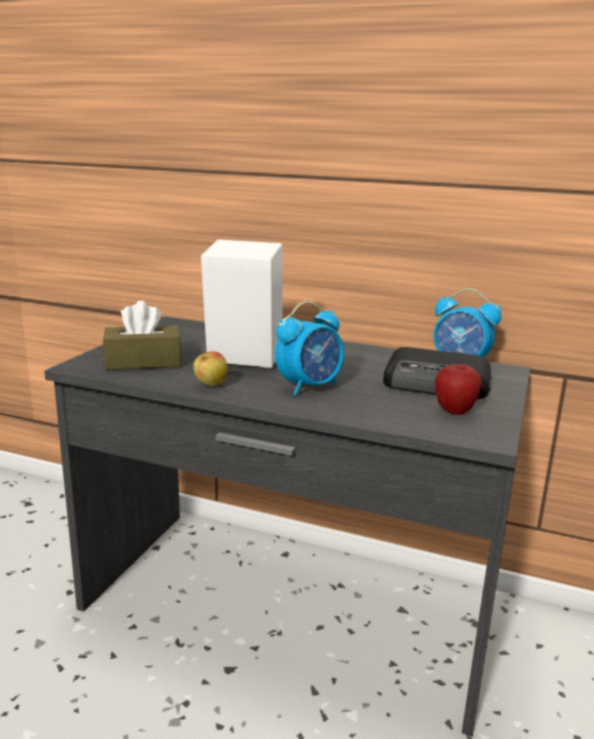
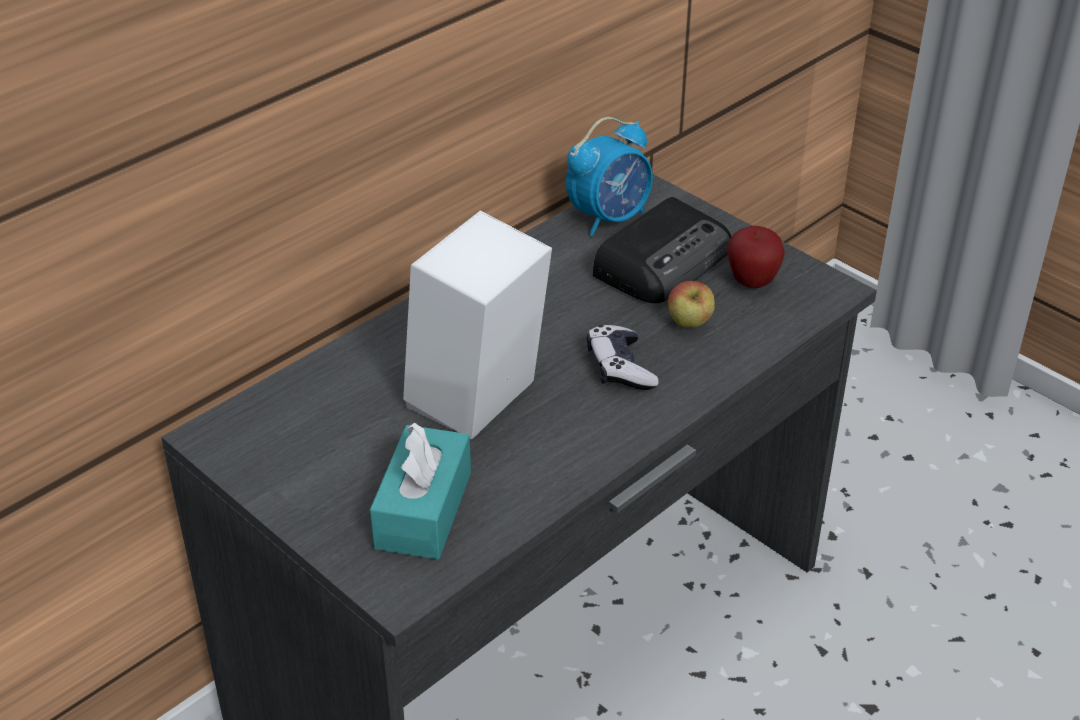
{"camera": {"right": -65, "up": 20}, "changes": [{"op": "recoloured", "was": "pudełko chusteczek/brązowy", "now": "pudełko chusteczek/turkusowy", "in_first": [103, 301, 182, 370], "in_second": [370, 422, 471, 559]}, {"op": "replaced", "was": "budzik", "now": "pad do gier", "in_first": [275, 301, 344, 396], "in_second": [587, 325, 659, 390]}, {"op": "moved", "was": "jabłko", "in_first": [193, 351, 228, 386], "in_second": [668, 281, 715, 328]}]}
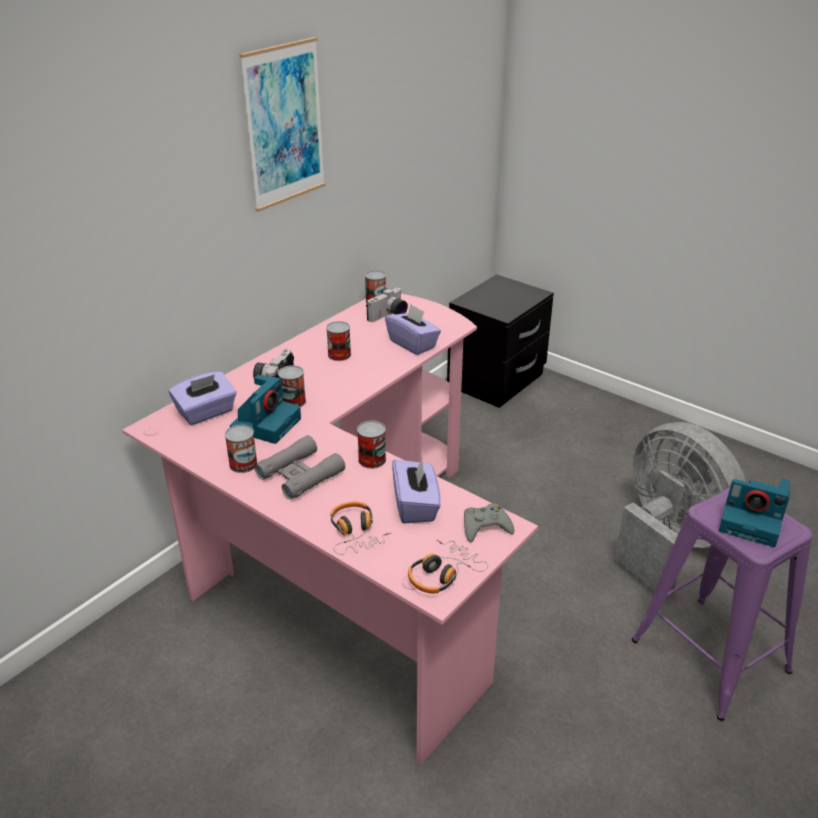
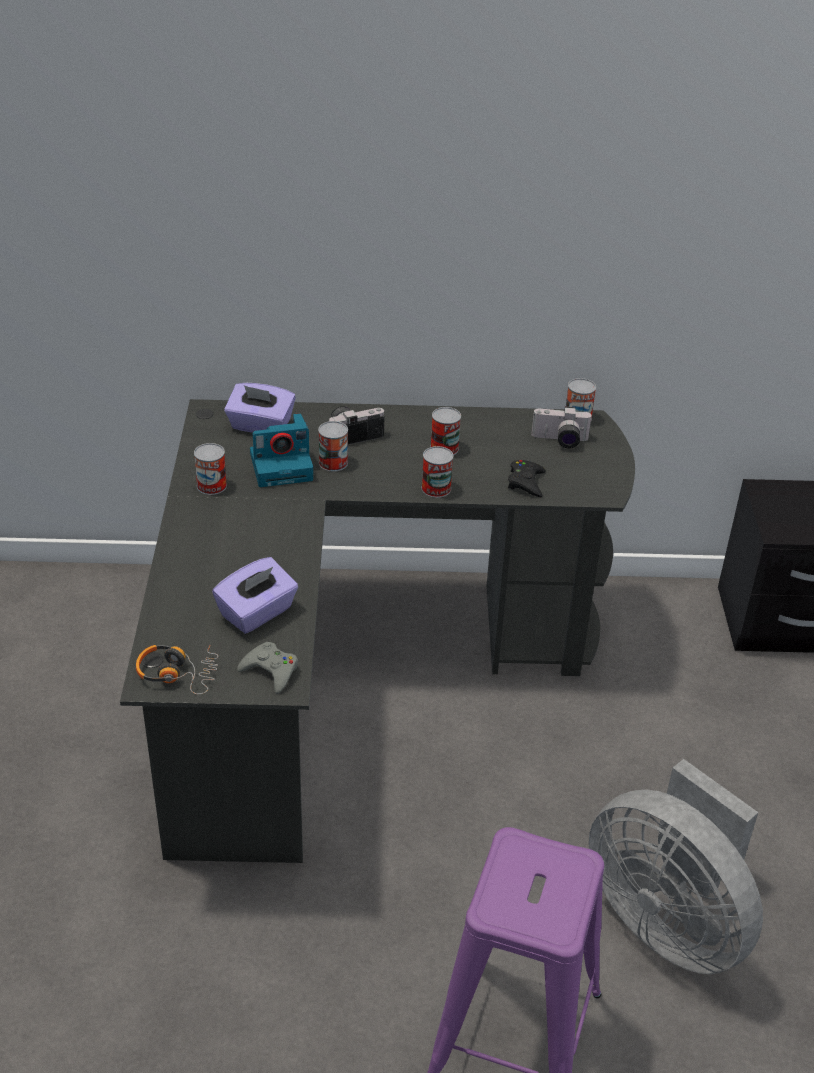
{"camera": {"right": 50, "up": 5}, "changes": [{"op": "removed", "was": "obraz", "in_first": [240, 37, 325, 212]}, {"op": "recoloured", "was": "biurko/różowy", "now": "biurko/czarny", "in_first": [122, 294, 538, 765], "in_second": [120, 399, 635, 863]}, {"op": "replaced", "was": "pudełko chusteczek/fioletowy", "now": "pad do gier/czarny", "in_first": [385, 304, 441, 355], "in_second": [508, 460, 546, 497]}, {"op": "moved", "was": "puszka", "in_first": [357, 421, 386, 469], "in_second": [422, 446, 453, 498]}, {"op": "turned", "was": "wentylator/szary", "in_first": [615, 422, 746, 598], "in_second": [589, 759, 763, 974], "clockwise": 120}, {"op": "removed", "was": "lornetka/szary", "in_first": [254, 435, 345, 500]}, {"op": "removed", "was": "aparat fotograficzny", "in_first": [719, 479, 790, 547]}, {"op": "removed", "was": "słuchawki", "in_first": [330, 502, 392, 555]}]}
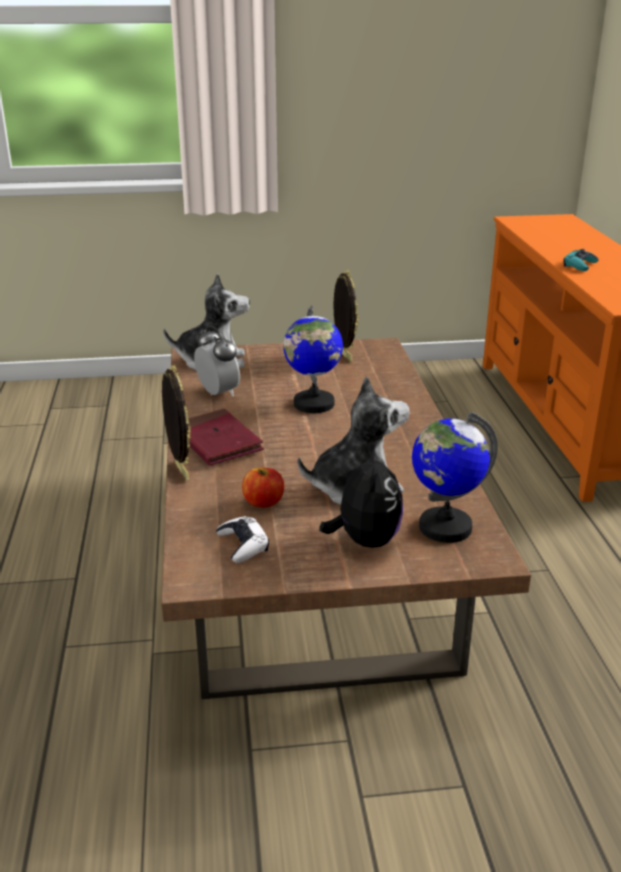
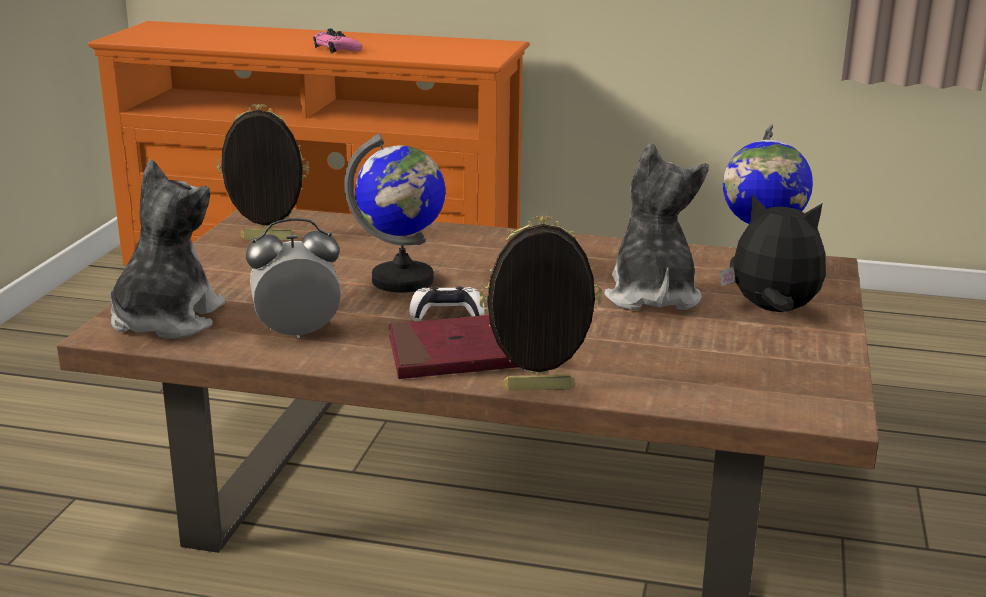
{"camera": {"right": -70, "up": -5}, "changes": [{"op": "recoloured", "was": "pad do gier/turkusowy", "now": "pad do gier/różowy", "in_first": [564, 249, 599, 271], "in_second": [313, 28, 362, 53]}, {"op": "removed", "was": "jabłko", "in_first": [242, 468, 284, 508]}, {"op": "moved", "was": "pad do gier/biały", "in_first": [216, 516, 269, 563], "in_second": [409, 286, 485, 321]}]}
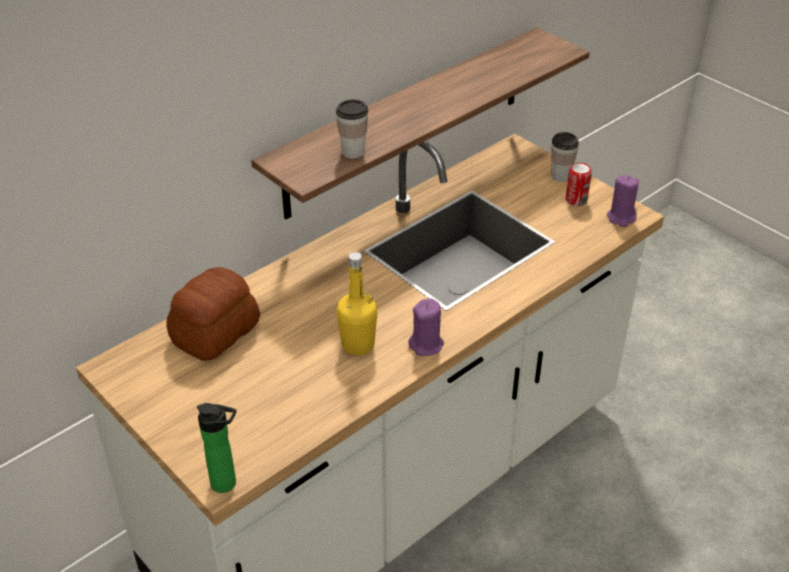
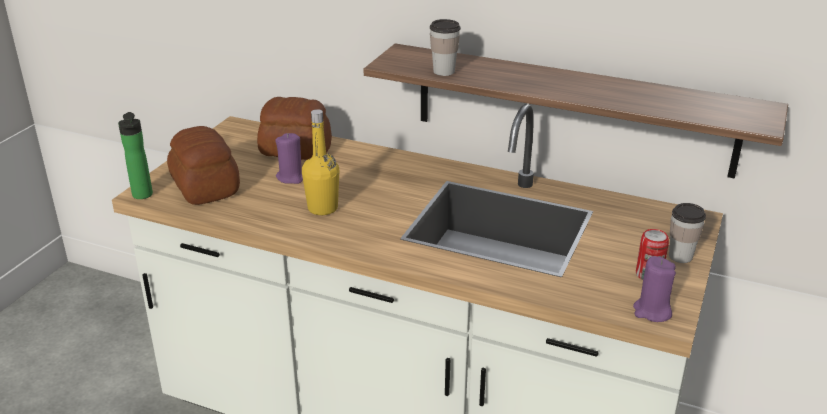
{"camera": {"right": 65, "up": -10}, "changes": [{"op": "moved", "was": "świeca/fioletowy", "in_first": [408, 298, 444, 356], "in_second": [275, 133, 303, 184]}, {"op": "added", "now": "chleb", "in_second": [167, 126, 240, 205]}]}
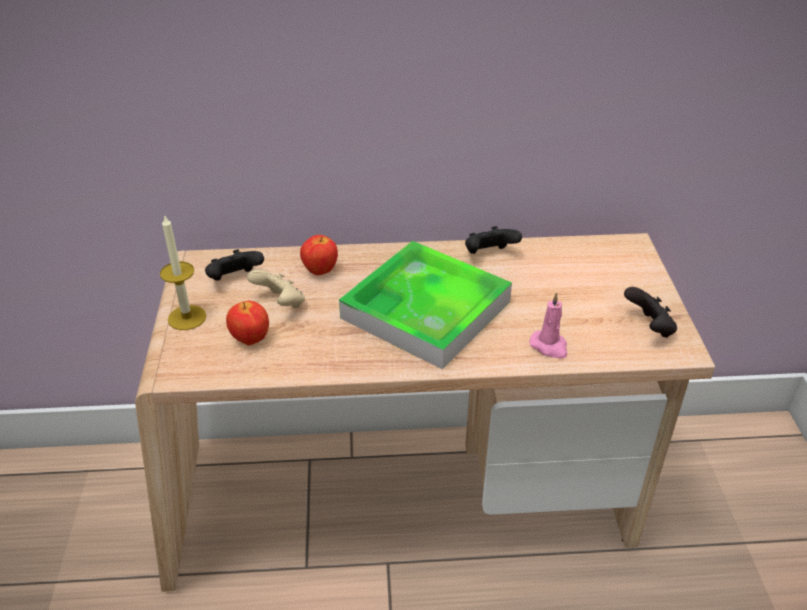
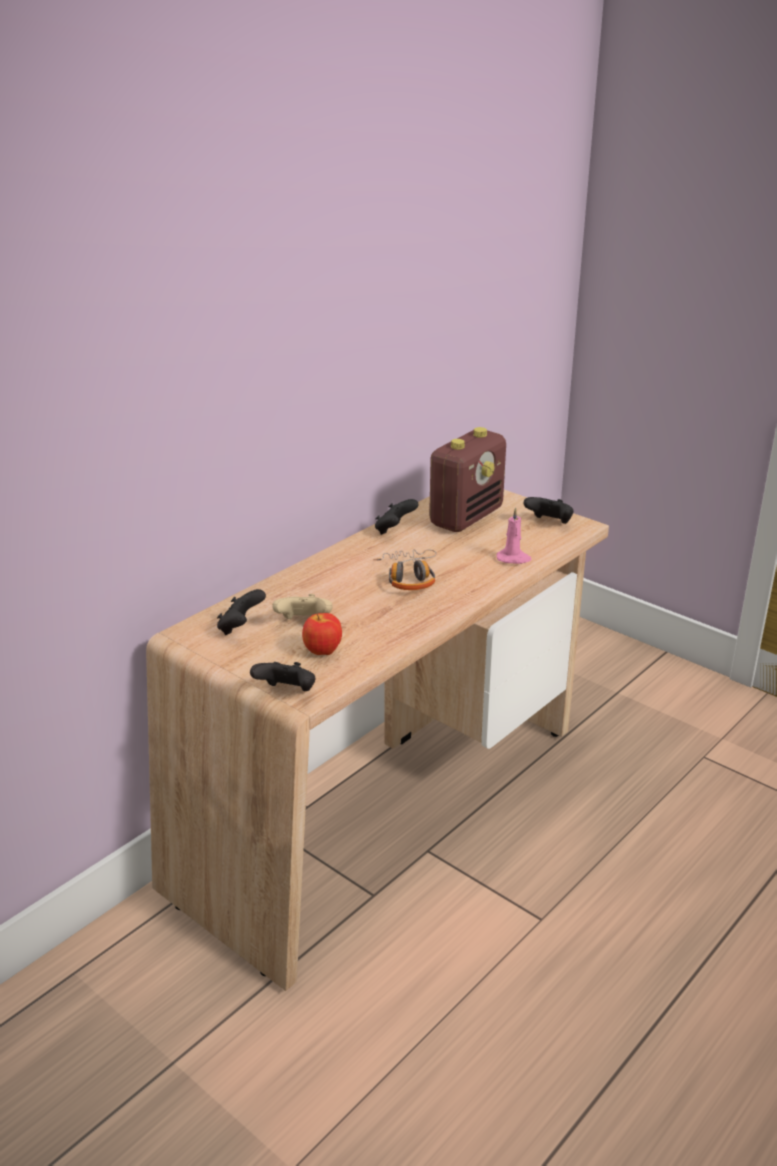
{"camera": {"right": -45, "up": -10}, "changes": [{"op": "removed", "was": "świeca", "in_first": [160, 214, 206, 330]}, {"op": "removed", "was": "jabłko", "in_first": [300, 235, 338, 275]}, {"op": "replaced", "was": "taca", "now": "słuchawki", "in_first": [339, 241, 512, 369], "in_second": [373, 549, 437, 590]}, {"op": "added", "now": "radio", "in_second": [429, 427, 506, 532]}, {"op": "added", "now": "pad do gier/czarny", "in_second": [250, 662, 315, 692]}]}
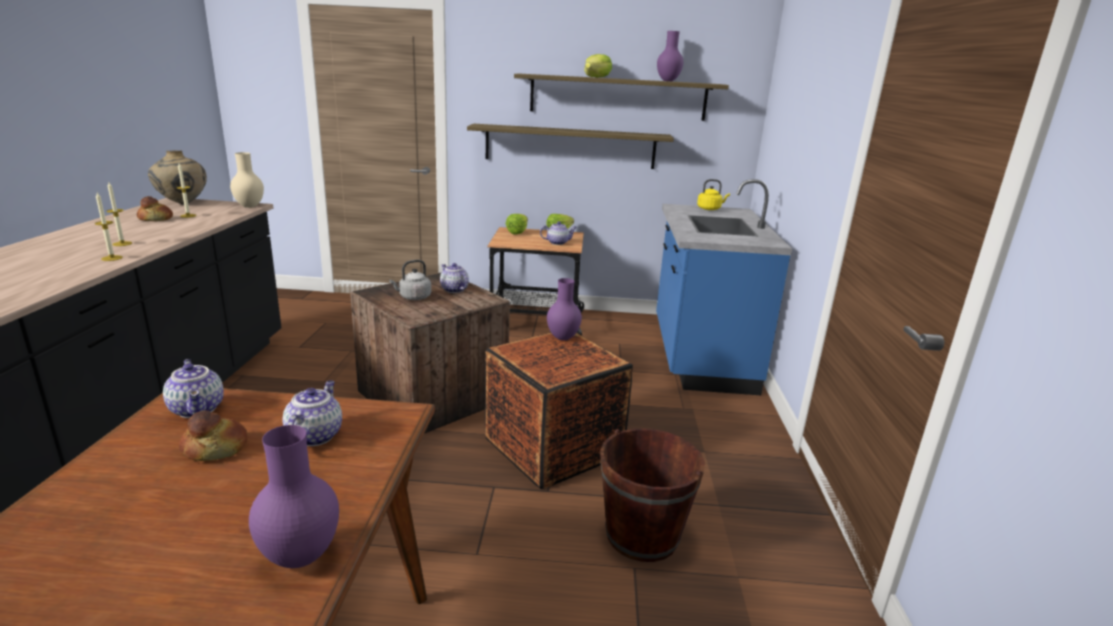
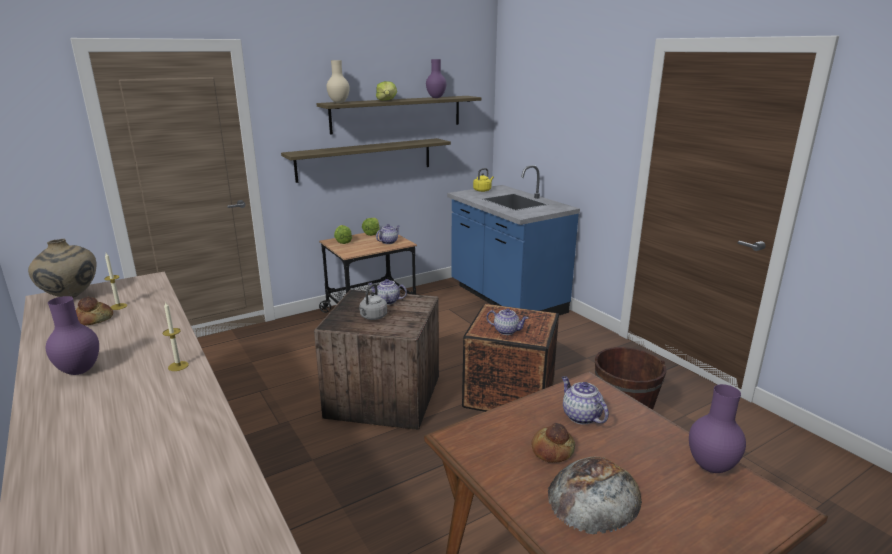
{"camera": {"right": -35, "up": 0}, "changes": [{"op": "moved", "was": "wazon/beżowy", "in_first": [230, 152, 264, 208], "in_second": [326, 60, 350, 103]}, {"op": "removed", "was": "świeca", "in_first": [107, 183, 132, 246]}, {"op": "moved", "was": "wazon/fioletowy", "in_first": [547, 278, 582, 340], "in_second": [46, 296, 99, 375]}, {"op": "moved", "was": "imbryk", "in_first": [163, 359, 224, 418], "in_second": [487, 308, 528, 335]}, {"op": "added", "now": "chleb", "in_second": [548, 457, 642, 534]}]}
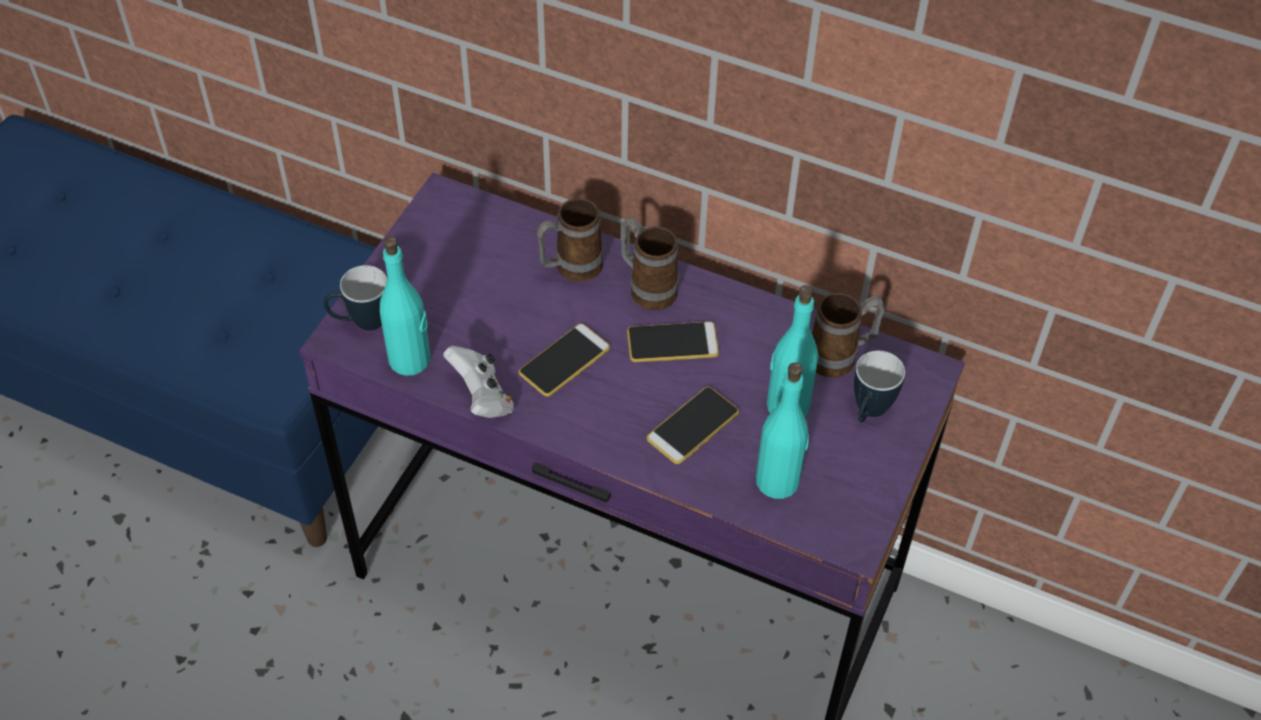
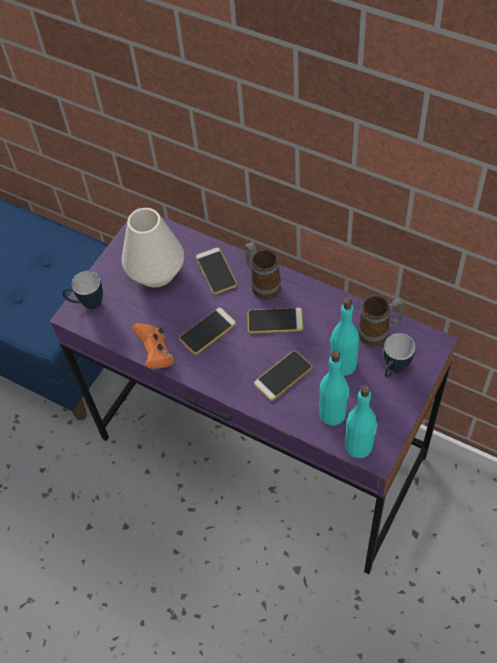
{"camera": {"right": 10, "up": 5}, "changes": [{"op": "replaced", "was": "kubek", "now": "telefon", "in_first": [537, 198, 603, 282], "in_second": [196, 247, 237, 294]}, {"op": "moved", "was": "butelka/turkusowy", "in_first": [380, 236, 430, 376], "in_second": [345, 385, 377, 458]}, {"op": "recoloured", "was": "pad do gier/biały", "now": "pad do gier/pomarańczowy", "in_first": [443, 346, 514, 418], "in_second": [132, 323, 174, 369]}, {"op": "added", "now": "wazon/biały", "in_second": [122, 208, 184, 287]}]}
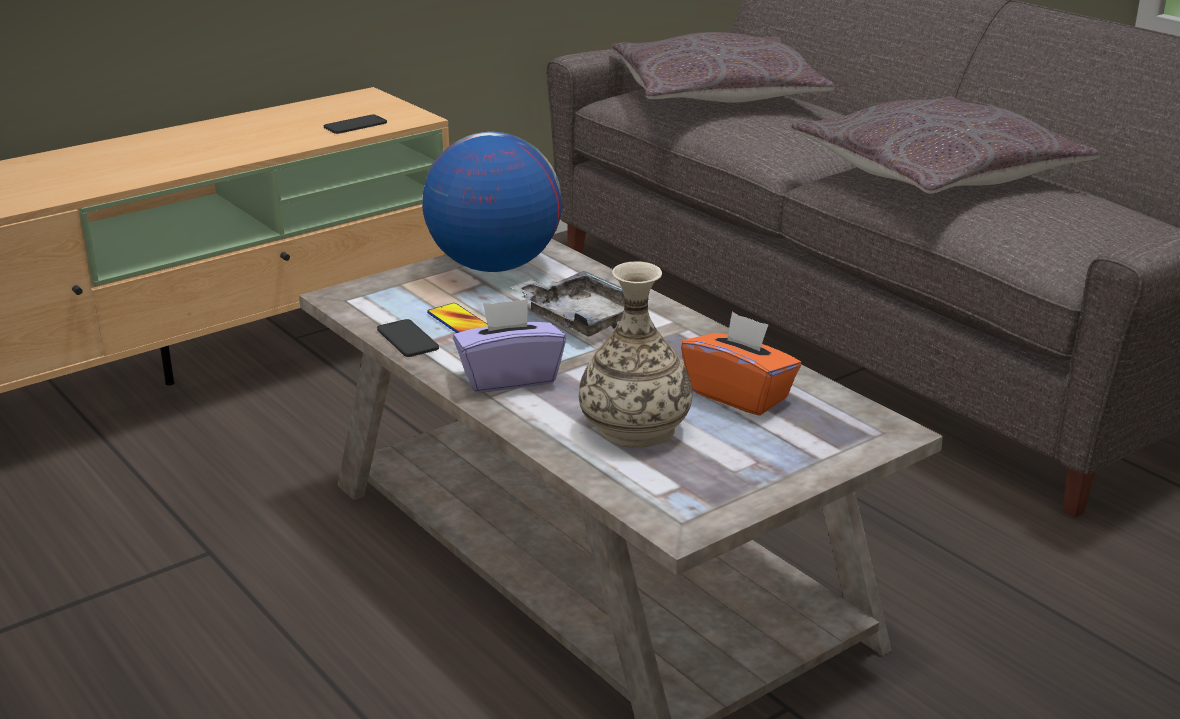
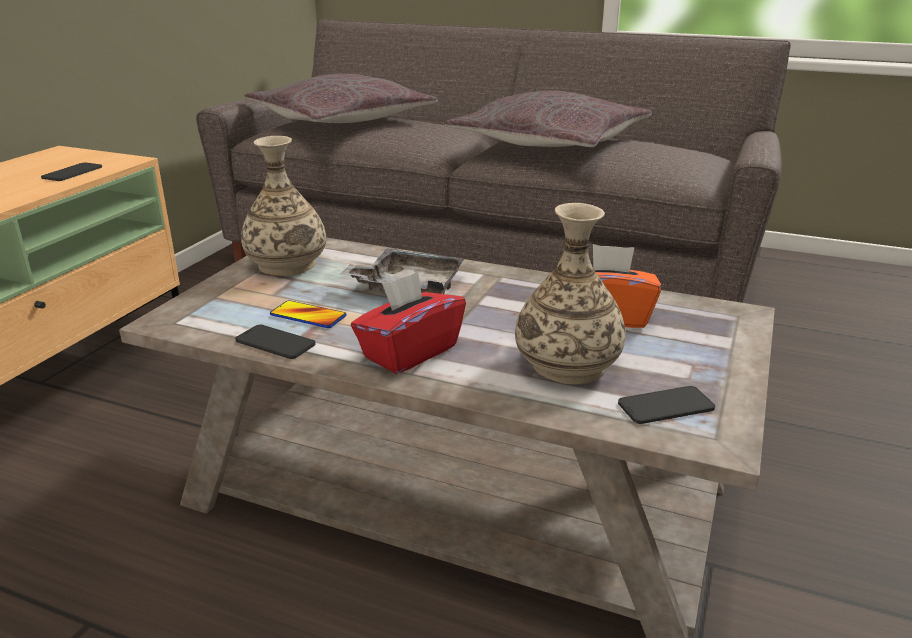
{"camera": {"right": -30, "up": 0}, "changes": [{"op": "replaced", "was": "globus", "now": "wazon", "in_first": [422, 132, 562, 272], "in_second": [241, 136, 326, 276]}, {"op": "recoloured", "was": "pudełko chusteczek/fioletowy", "now": "pudełko chusteczek/czerwony", "in_first": [453, 299, 566, 393], "in_second": [351, 271, 466, 374]}, {"op": "added", "now": "telefon", "in_second": [618, 386, 715, 424]}]}
